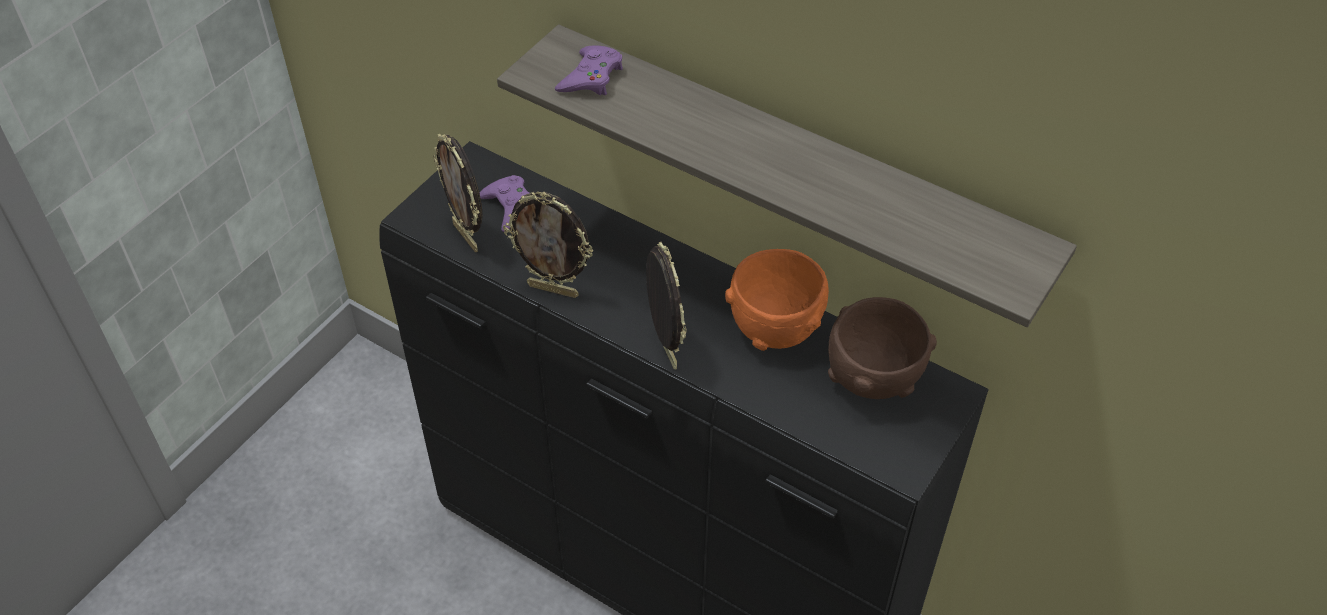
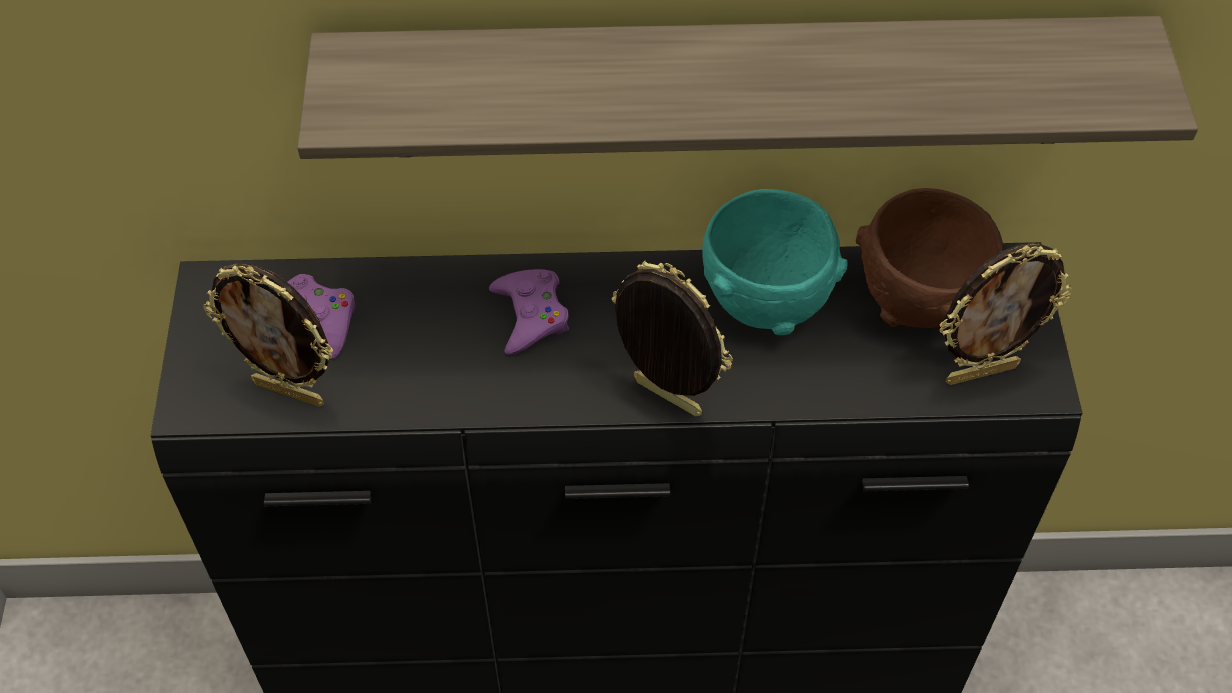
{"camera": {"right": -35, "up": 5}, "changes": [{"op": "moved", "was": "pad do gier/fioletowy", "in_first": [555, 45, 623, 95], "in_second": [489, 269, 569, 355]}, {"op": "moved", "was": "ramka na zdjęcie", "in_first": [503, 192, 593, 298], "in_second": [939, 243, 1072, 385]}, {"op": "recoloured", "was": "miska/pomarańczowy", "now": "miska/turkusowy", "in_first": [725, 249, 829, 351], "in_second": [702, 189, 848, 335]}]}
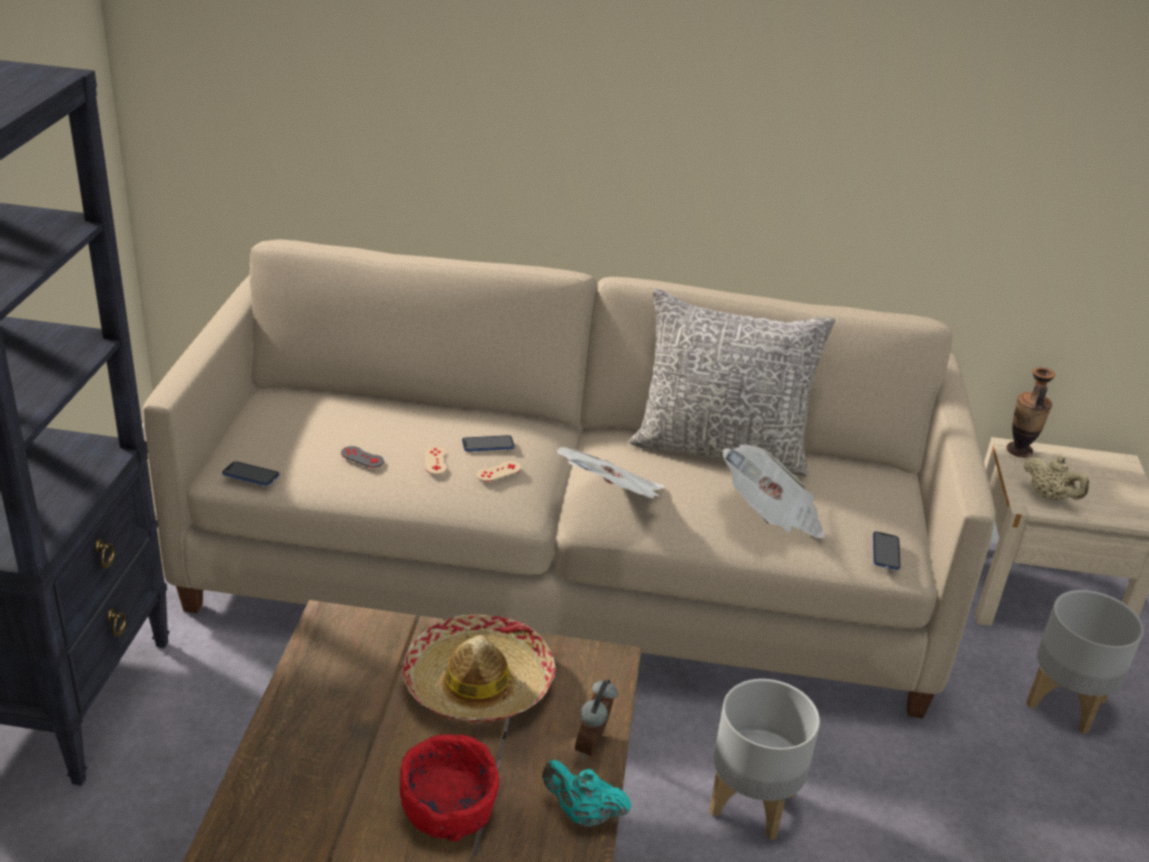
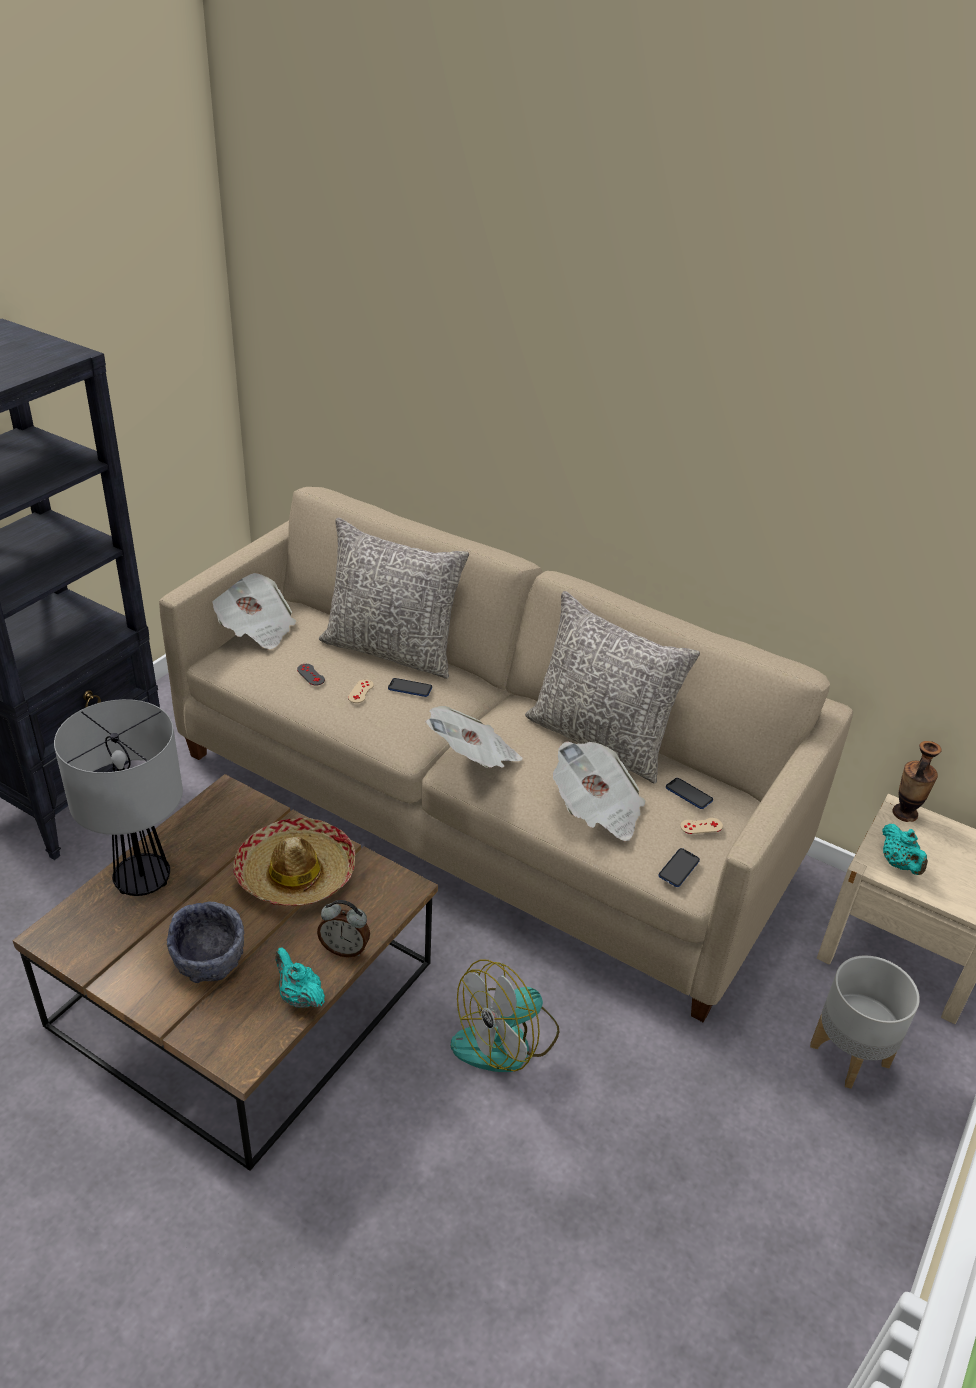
{"camera": {"right": 25, "up": 5}, "changes": [{"op": "recoloured", "was": "imbryk/beżowy", "now": "imbryk/turkusowy", "in_first": [1024, 455, 1089, 500], "in_second": [883, 824, 928, 875]}, {"op": "moved", "was": "telefon", "in_first": [222, 461, 279, 486], "in_second": [666, 778, 713, 809]}, {"op": "moved", "was": "pad do gier/beżowy", "in_first": [477, 461, 521, 482], "in_second": [680, 818, 723, 834]}, {"op": "turned", "was": "budzik", "in_first": [575, 679, 618, 759], "in_second": [317, 900, 370, 957], "clockwise": -120}, {"op": "replaced", "was": "donica/szary", "now": "wentylator", "in_first": [709, 679, 820, 840], "in_second": [451, 960, 559, 1072]}, {"op": "recoloured", "was": "miska/czerwony", "now": "miska/szary", "in_first": [400, 734, 500, 842], "in_second": [167, 902, 245, 983]}, {"op": "added", "now": "poduszka/szary", "in_second": [319, 518, 469, 679]}, {"op": "added", "now": "gazeta", "in_second": [212, 573, 296, 649]}, {"op": "added", "now": "lampa stołowa", "in_second": [54, 699, 183, 896]}]}
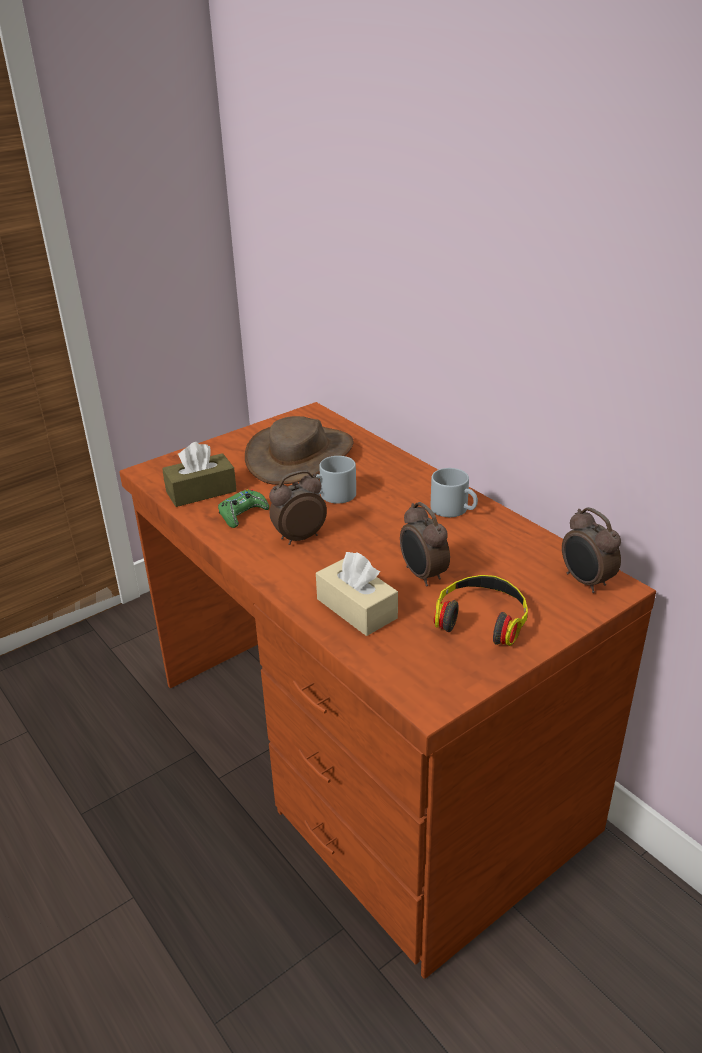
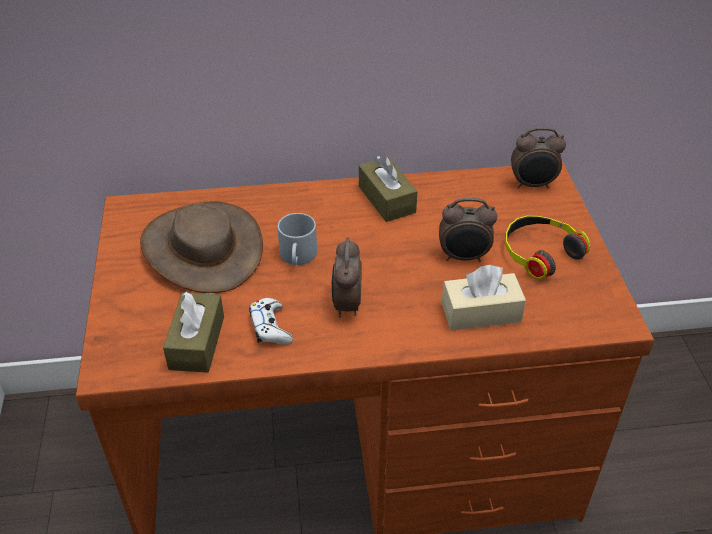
{"camera": {"right": -60, "up": 10}, "changes": [{"op": "replaced", "was": "kubek/szary", "now": "pudełko chusteczek/brązowy", "in_first": [431, 468, 478, 517], "in_second": [359, 155, 418, 222]}, {"op": "recoloured", "was": "pad do gier/zielony", "now": "pad do gier/biały", "in_first": [218, 489, 269, 528], "in_second": [249, 298, 293, 345]}]}
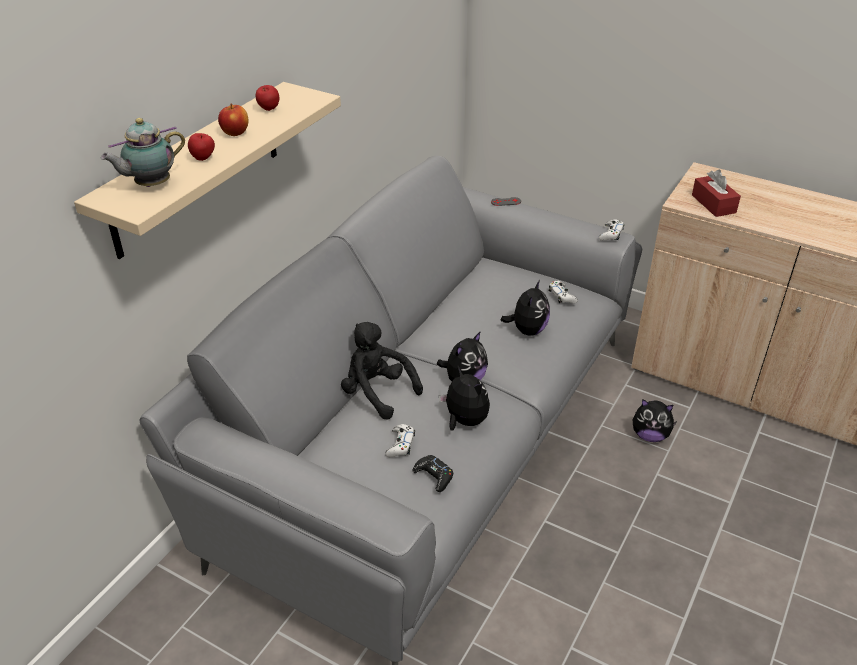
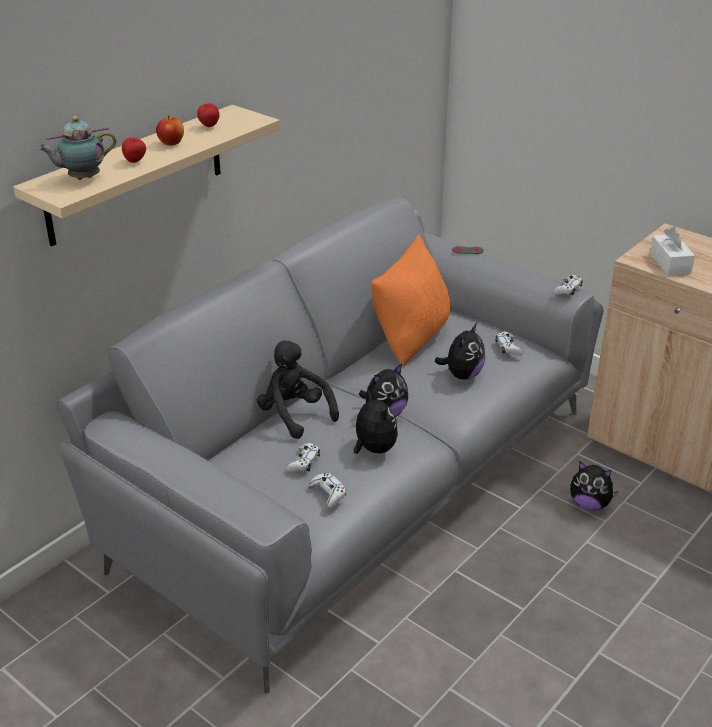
{"camera": {"right": 10, "up": -5}, "changes": [{"op": "recoloured", "was": "pudełko chusteczek/czerwony", "now": "pudełko chusteczek/biały", "in_first": [692, 170, 741, 217], "in_second": [650, 227, 695, 275]}, {"op": "recoloured", "was": "pad do gier/czarny", "now": "pad do gier/biały", "in_first": [413, 455, 453, 492], "in_second": [309, 473, 346, 508]}, {"op": "added", "now": "poduszka/pomarańczowy", "in_second": [371, 235, 451, 366]}]}
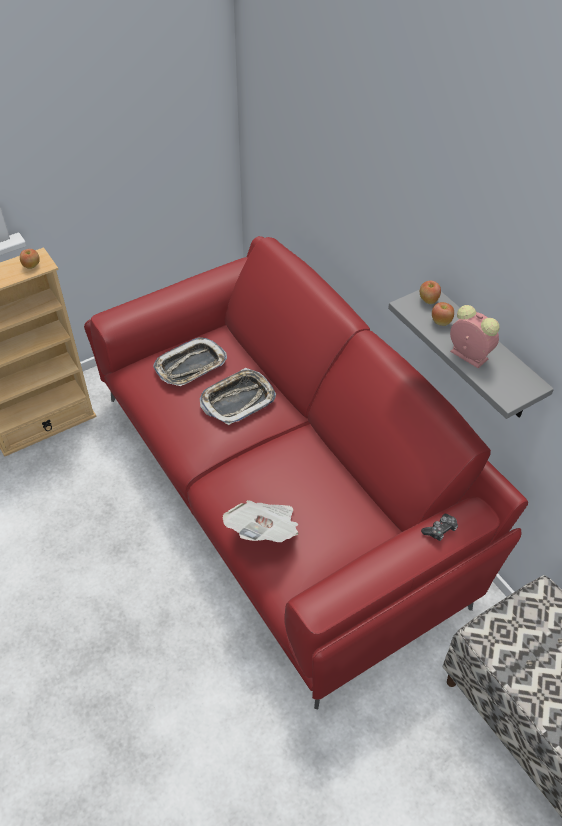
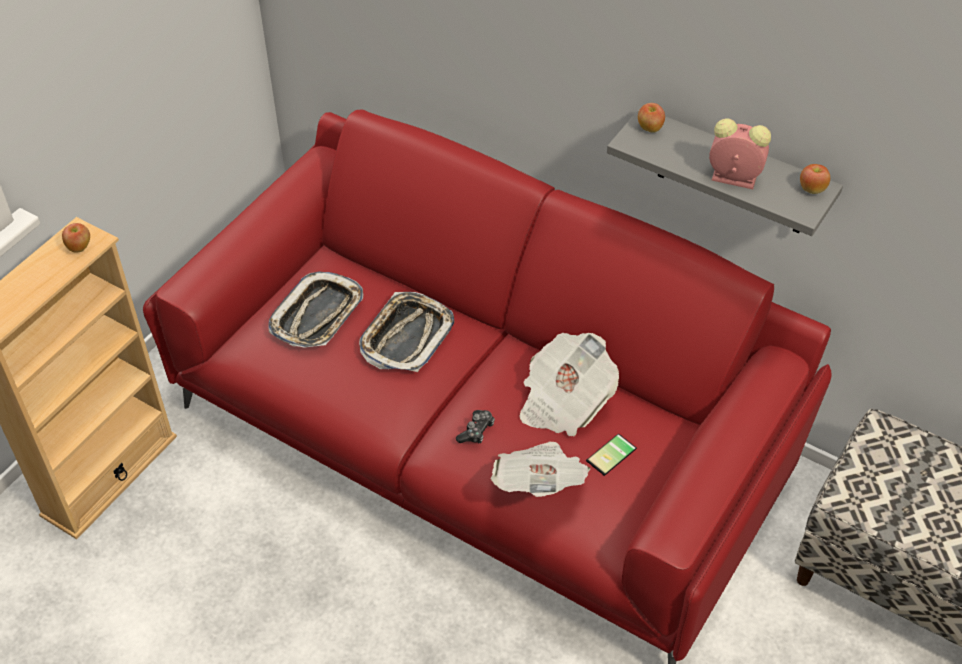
{"camera": {"right": -25, "up": 0}, "changes": [{"op": "moved", "was": "jabłko", "in_first": [432, 302, 454, 326], "in_second": [800, 164, 830, 194]}, {"op": "moved", "was": "pad do gier", "in_first": [421, 514, 458, 541], "in_second": [456, 410, 495, 443]}, {"op": "added", "now": "gazeta", "in_second": [519, 333, 619, 436]}, {"op": "added", "now": "telefon", "in_second": [586, 433, 637, 476]}]}
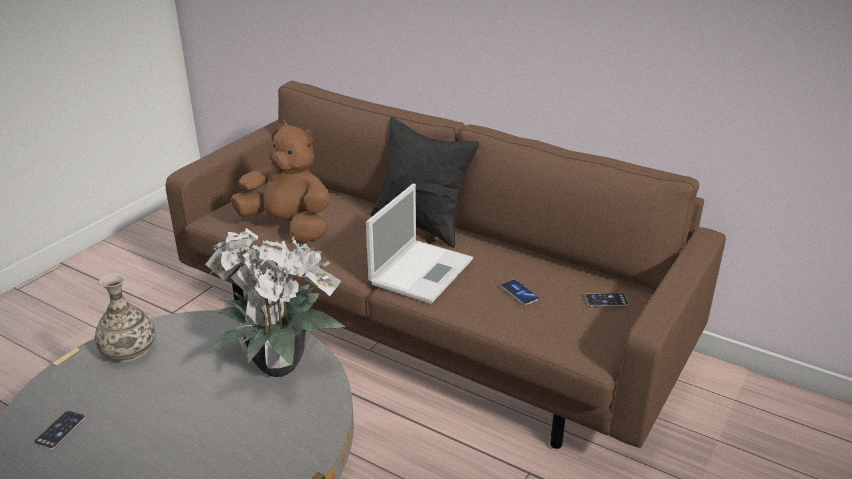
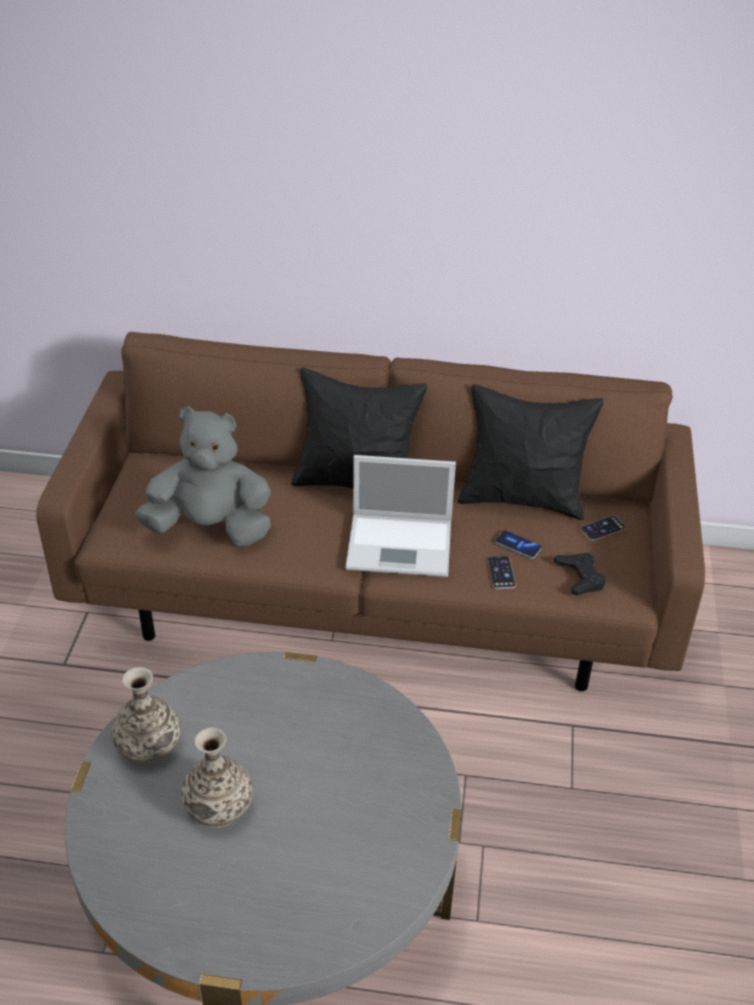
{"camera": {"right": -25, "up": 10}, "changes": [{"op": "recoloured", "was": "pluszak/brązowy", "now": "pluszak/szary", "in_first": [231, 120, 330, 242], "in_second": [135, 406, 271, 546]}, {"op": "turned", "was": "laptop", "in_first": [366, 184, 473, 304], "in_second": [345, 455, 456, 577], "clockwise": 90}, {"op": "removed", "was": "roślina doniczkowa", "in_first": [205, 228, 345, 377]}, {"op": "moved", "was": "telefon", "in_first": [34, 411, 85, 450], "in_second": [488, 556, 516, 589]}, {"op": "added", "now": "poduszka/czarny", "in_second": [458, 384, 604, 520]}, {"op": "added", "now": "pad do gier/czarny", "in_second": [554, 553, 606, 596]}, {"op": "added", "now": "wazon", "in_second": [181, 727, 253, 828]}]}
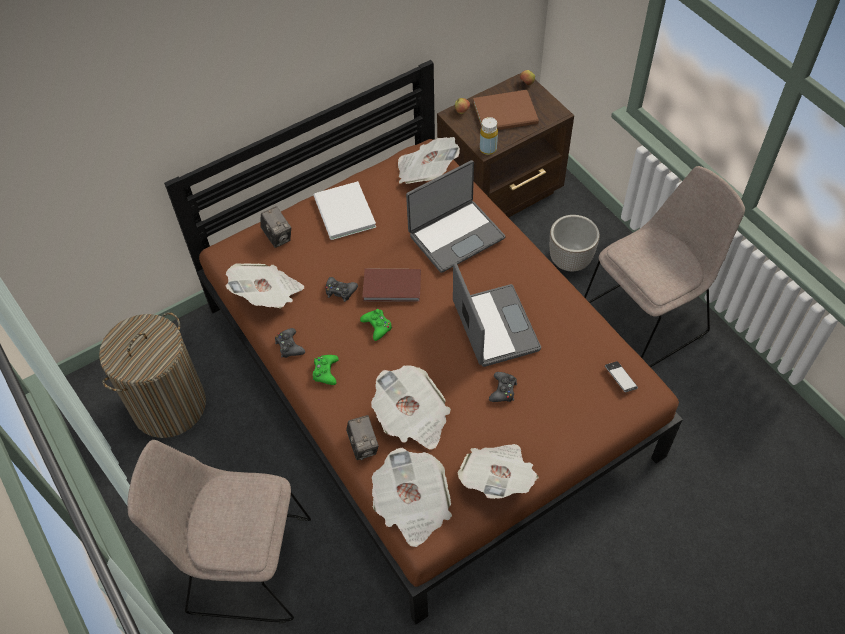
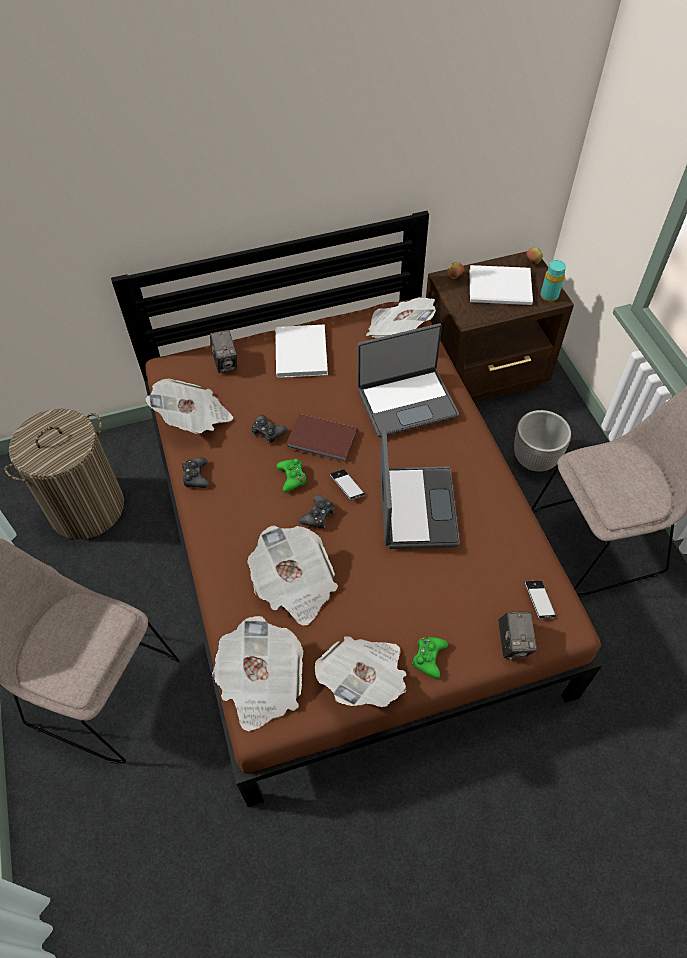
{"camera": {"right": 15, "up": 0}, "changes": [{"op": "recoloured", "was": "książka/brązowy", "now": "książka/biały", "in_first": [473, 90, 539, 130], "in_second": [469, 265, 533, 305]}, {"op": "removed", "was": "butelka/żółty", "in_first": [480, 117, 498, 155]}, {"op": "moved", "was": "pad do gier/zielony", "in_first": [313, 355, 339, 385], "in_second": [412, 636, 448, 679]}, {"op": "moved", "was": "pad do gier/czarny", "in_first": [489, 372, 517, 402], "in_second": [299, 495, 335, 529]}, {"op": "moved", "was": "aparat fotograficzny", "in_first": [346, 415, 379, 460], "in_second": [498, 611, 537, 660]}, {"op": "added", "now": "butelka/turkusowy", "in_second": [541, 260, 566, 302]}, {"op": "added", "now": "telefon", "in_second": [330, 469, 365, 500]}]}
